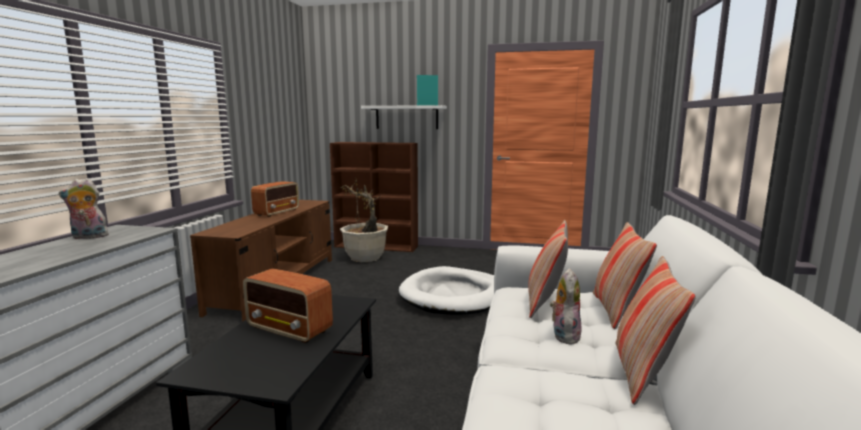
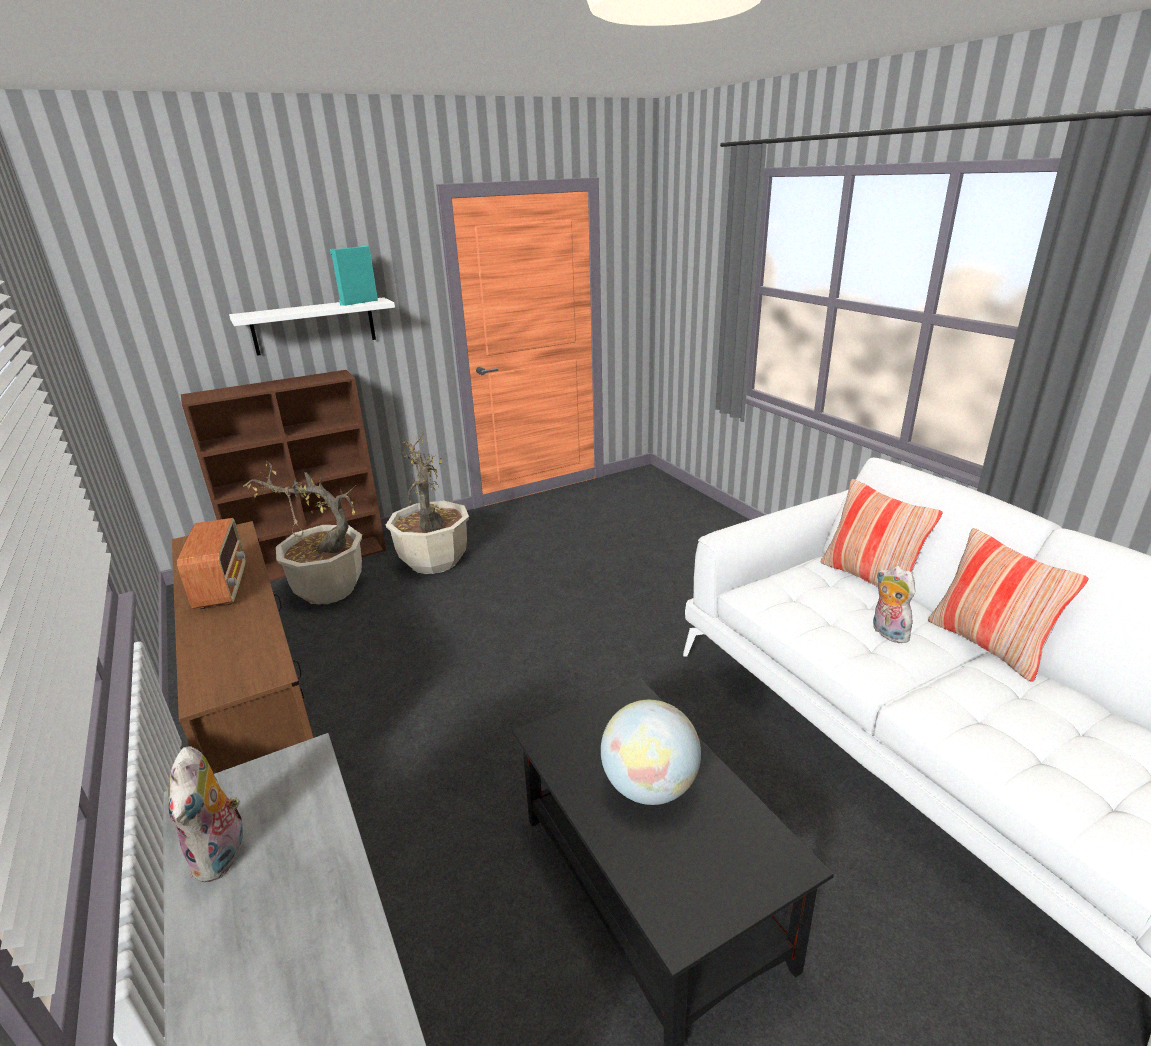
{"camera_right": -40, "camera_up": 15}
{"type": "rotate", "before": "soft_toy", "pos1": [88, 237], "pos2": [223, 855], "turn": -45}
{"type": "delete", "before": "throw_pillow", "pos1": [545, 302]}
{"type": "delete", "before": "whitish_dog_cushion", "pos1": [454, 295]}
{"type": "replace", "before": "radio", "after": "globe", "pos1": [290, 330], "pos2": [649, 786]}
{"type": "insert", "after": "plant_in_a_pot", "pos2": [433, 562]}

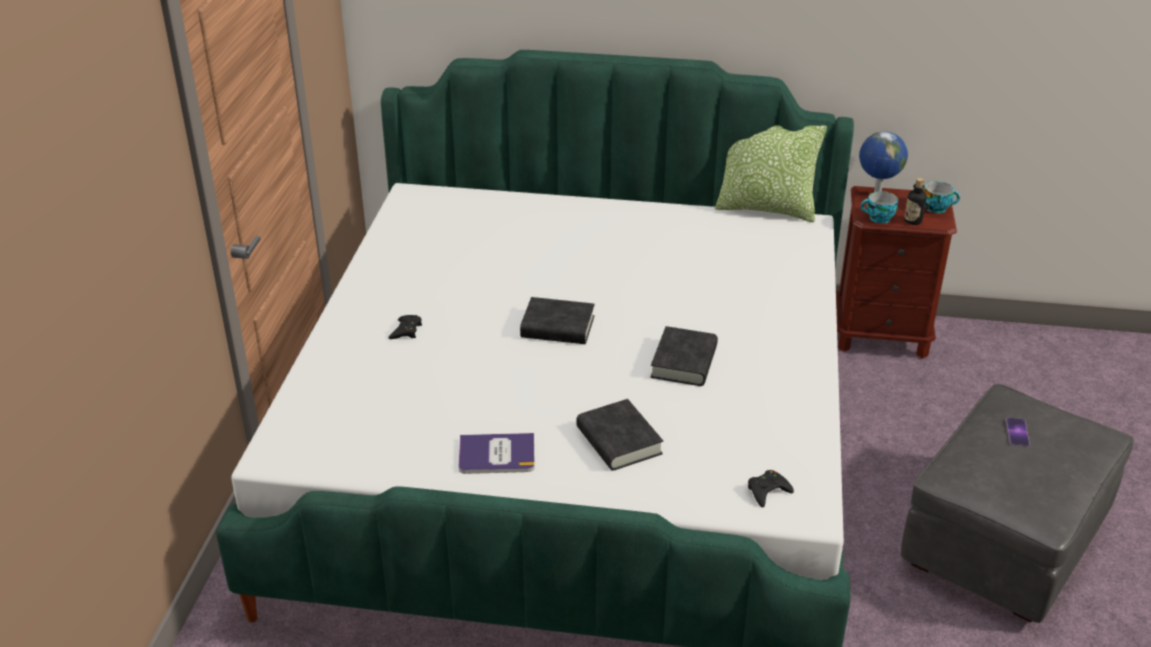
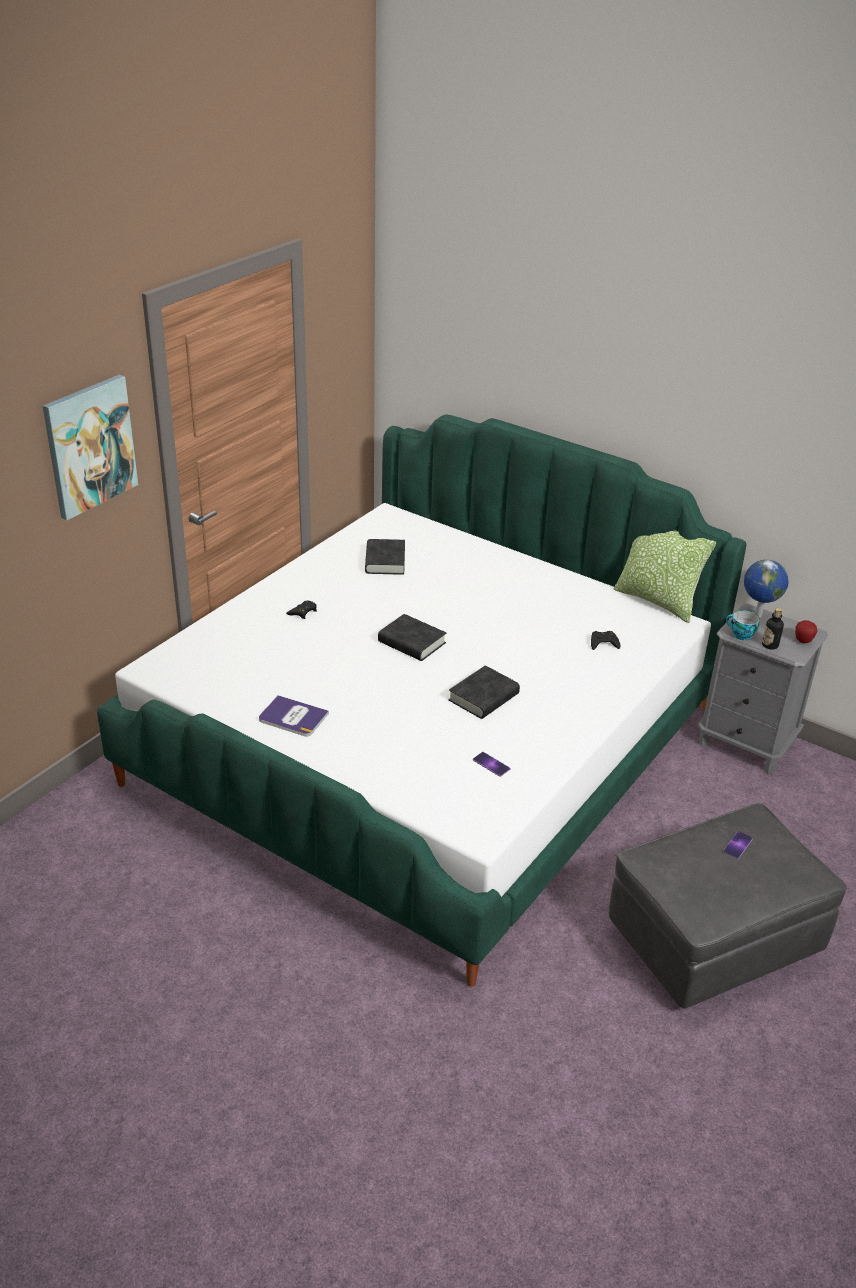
{"camera_right": 25, "camera_up": 0}
{"type": "replace", "before": "drinking_cup", "after": "apple_fruit", "pos1": [937, 208], "pos2": [803, 641]}
{"type": "recolor", "before": "brown-coloured_night_table", "after": "greyish_night_table", "pos1": [881, 335], "pos2": [746, 743]}
{"type": "move", "before": "black_volume", "pos1": [618, 441], "pos2": [385, 561]}
{"type": "move", "before": "black_joypad", "pos1": [767, 491], "pos2": [603, 643]}
{"type": "insert", "after": "picture", "pos2": [90, 446]}
{"type": "insert", "after": "handset", "pos2": [491, 764]}

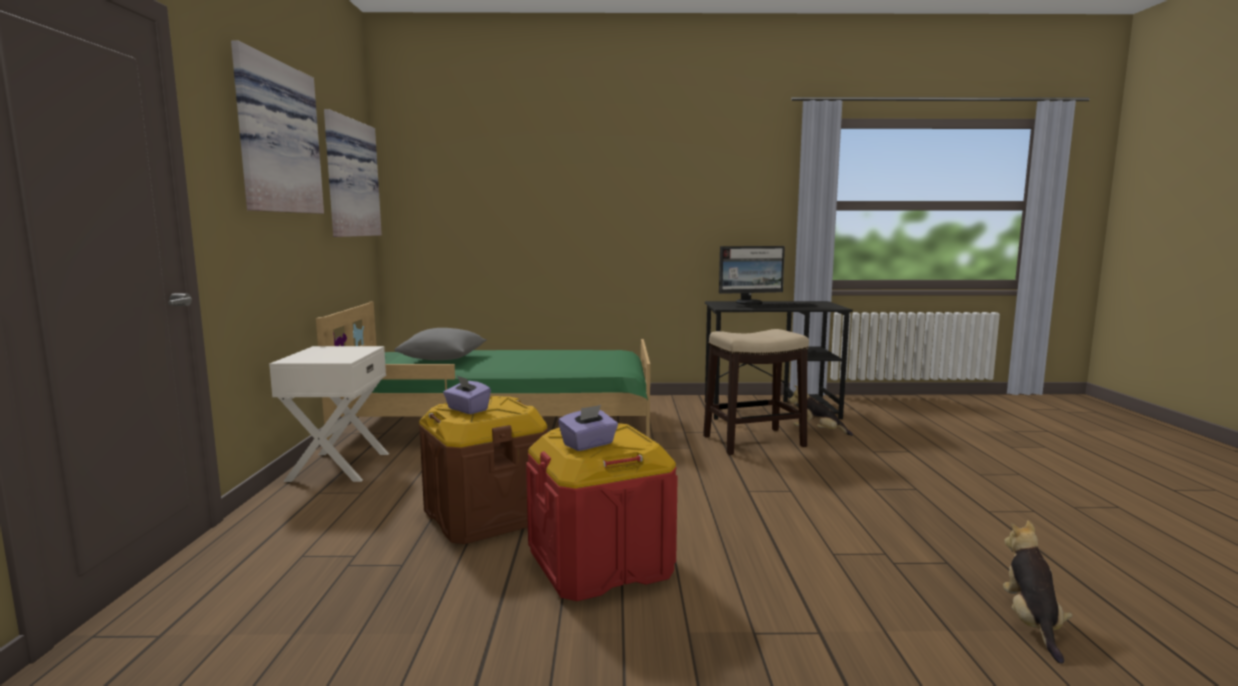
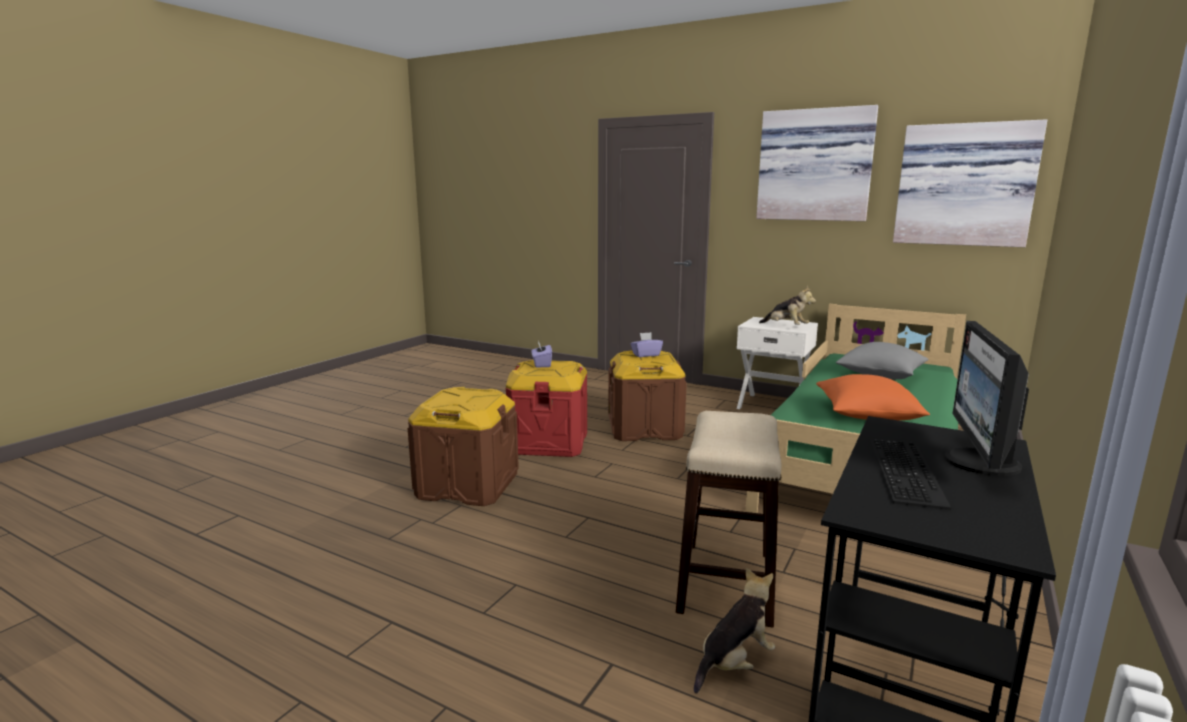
{"camera_right": 120, "camera_up": 5}
{"type": "move", "before": "soft_toy", "pos1": [1031, 623], "pos2": [786, 327]}
{"type": "insert", "after": "orange-coloured_throw_pillow", "pos2": [867, 416]}
{"type": "insert", "after": "brown-coloured_storage_box", "pos2": [467, 485]}

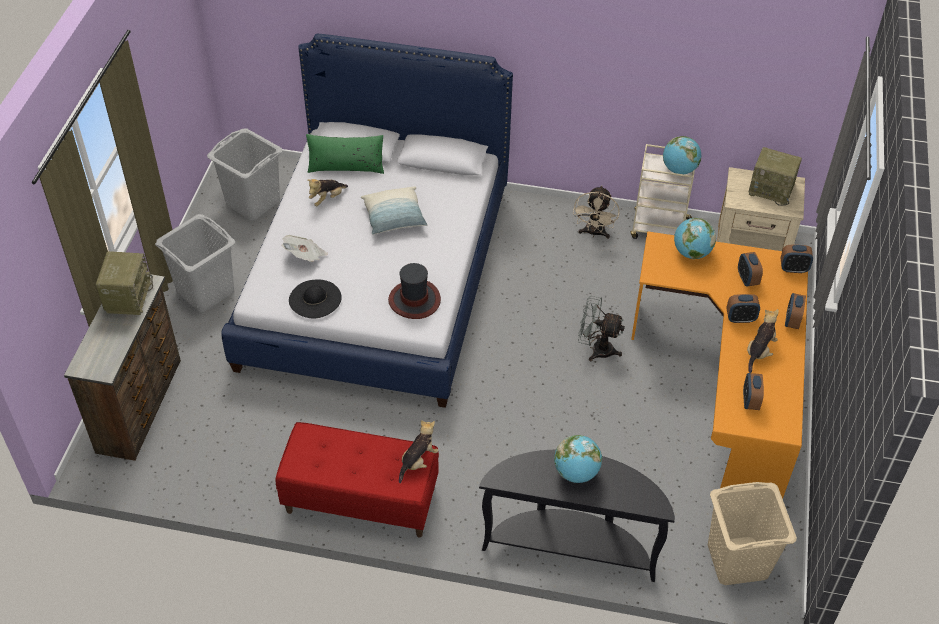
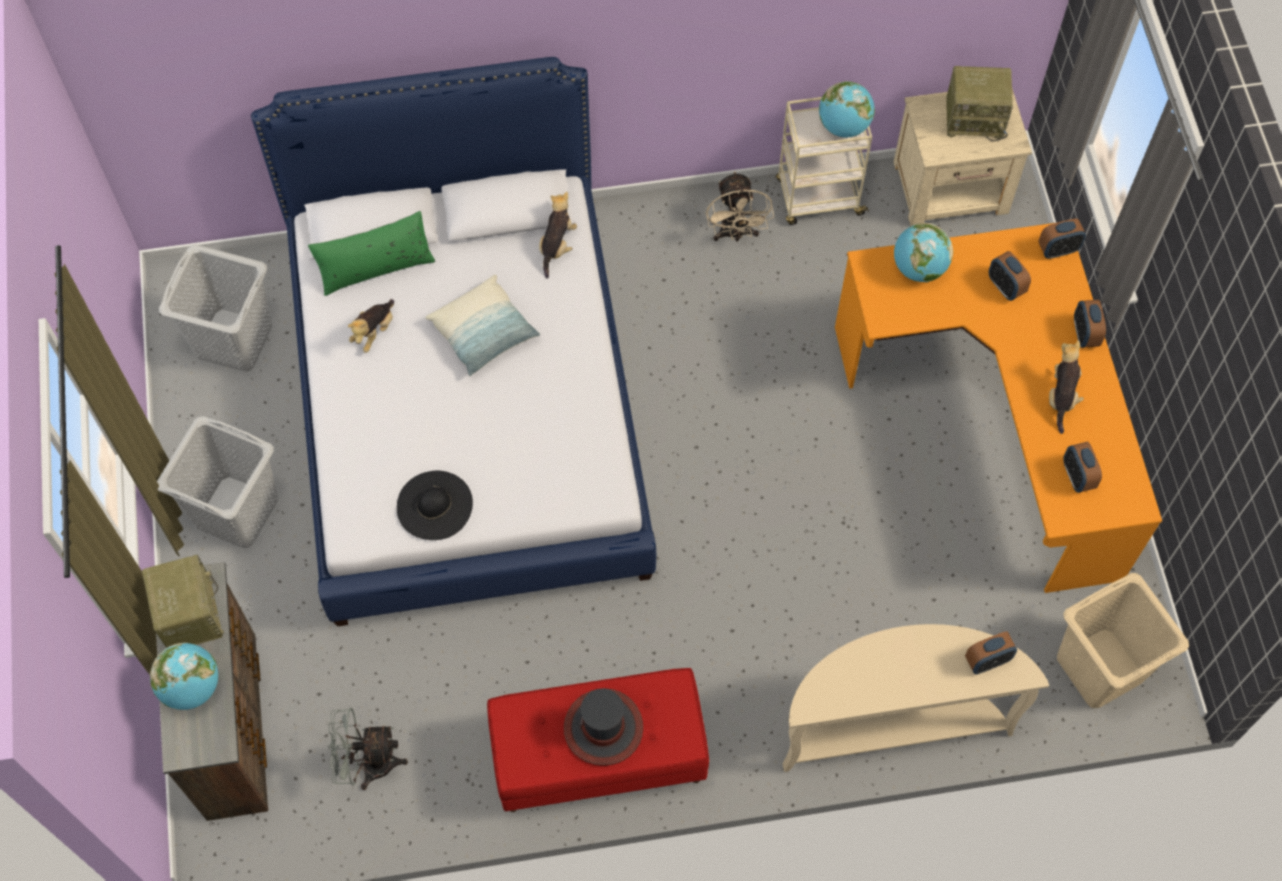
{"camera_right": -20, "camera_up": 15}
{"type": "delete", "before": "printed_paper", "pos1": [305, 256]}
{"type": "move", "before": "wearable_hat", "pos1": [414, 300], "pos2": [603, 728]}
{"type": "move", "before": "alarm_clock", "pos1": [740, 318], "pos2": [987, 661]}
{"type": "move", "before": "greyish_electric_fan", "pos1": [596, 349], "pos2": [368, 764]}
{"type": "move", "before": "soft_toy", "pos1": [418, 461], "pos2": [557, 246]}
{"type": "move", "before": "globe", "pos1": [576, 472], "pos2": [192, 687]}
{"type": "recolor", "before": "black_console_table", "after": "beige-coloured_console_table", "pos1": [571, 545], "pos2": [891, 723]}

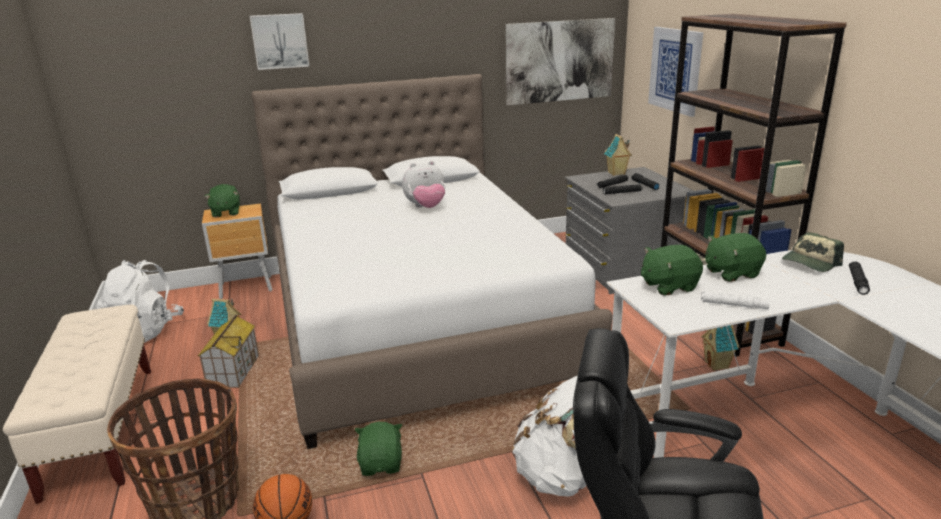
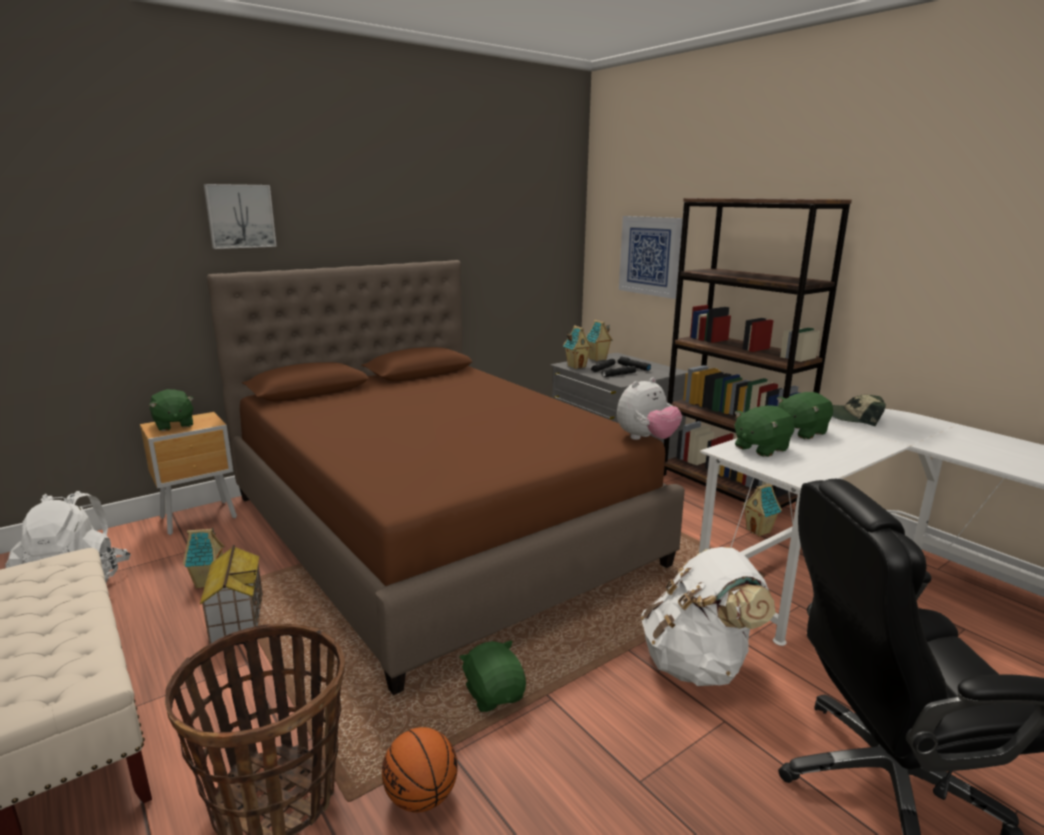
{"camera_right": -20, "camera_up": -5}
{"type": "delete", "before": "picture", "pos1": [560, 61]}
{"type": "recolor", "before": "whitish_sleeping_bed", "after": "brown-coloured_sleeping_bed", "pos1": [417, 321], "pos2": [437, 529]}
{"type": "move", "before": "soft_toy", "pos1": [426, 207], "pos2": [646, 439]}
{"type": "rotate", "before": "baseball_cap", "pos1": [810, 263], "pos2": [853, 417], "turn": 75}
{"type": "delete", "before": "black_flashlight", "pos1": [857, 282]}
{"type": "delete", "before": "whitish_flashlight", "pos1": [733, 305]}
{"type": "insert", "after": "miniature_house", "pos2": [576, 366]}

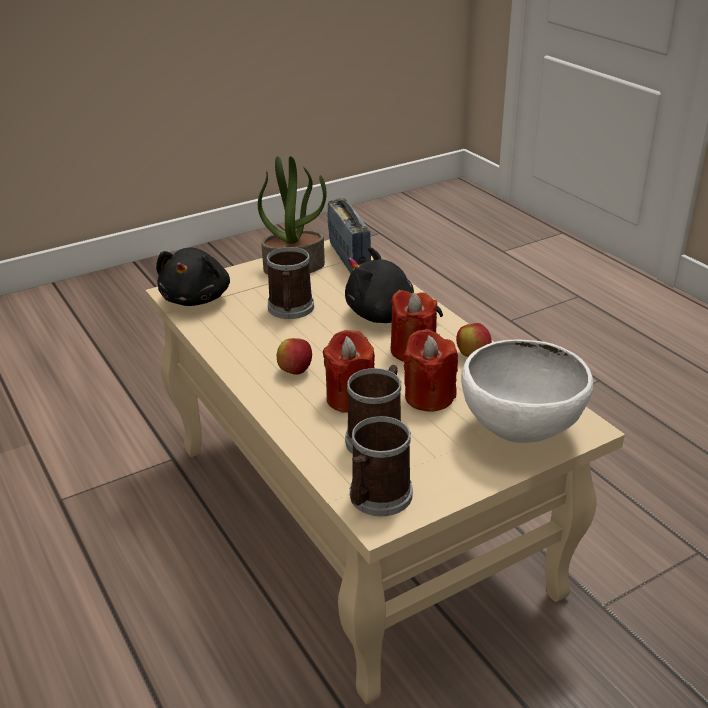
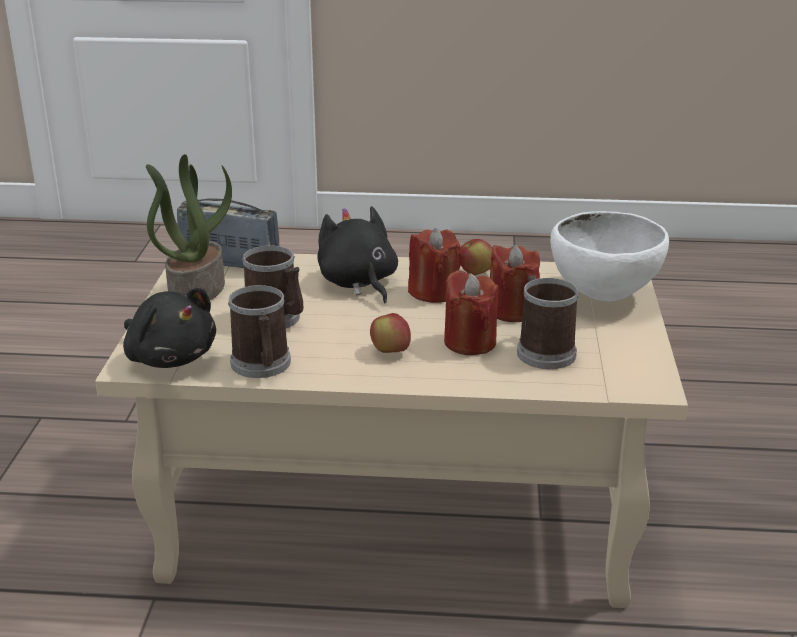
{"camera_right": -55, "camera_up": -5}
{"type": "rotate", "before": "black_soft_toy", "pos1": [385, 315], "pos2": [358, 283], "turn": 105}
{"type": "move", "before": "coffee_mug", "pos1": [376, 498], "pos2": [262, 366]}

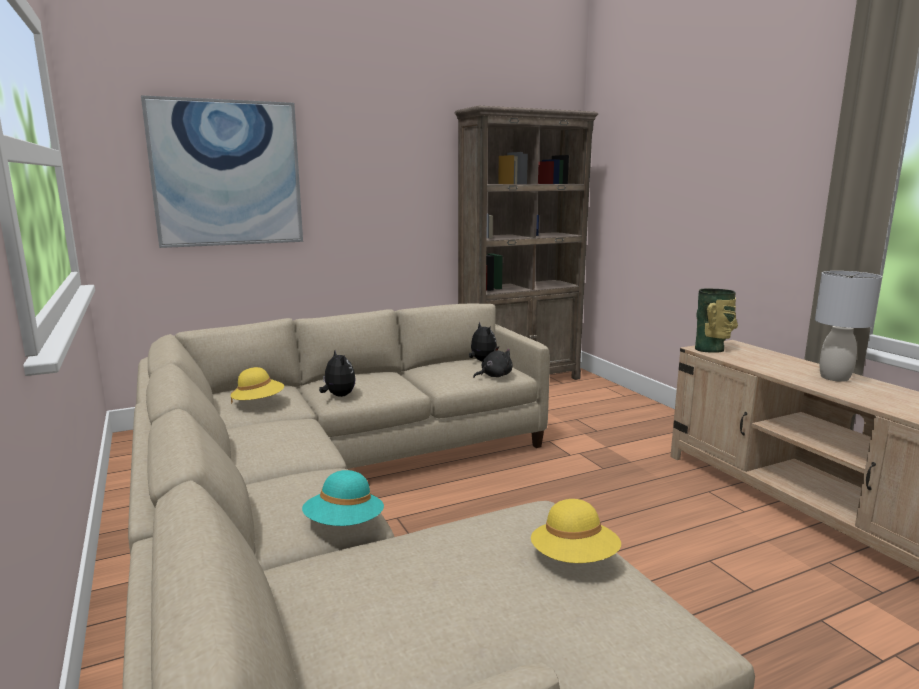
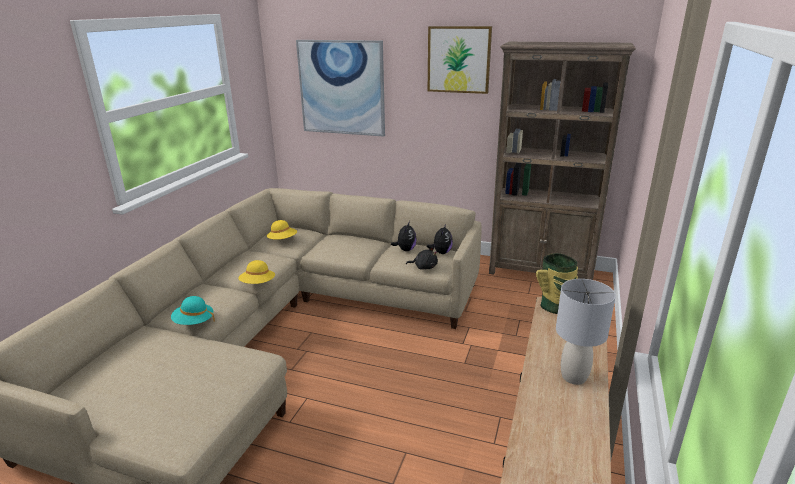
{"camera_right": 45, "camera_up": 10}
{"type": "move", "before": "soft_toy", "pos1": [338, 396], "pos2": [405, 250]}
{"type": "move", "before": "yellow-coloured_wearable_hat", "pos1": [574, 559], "pos2": [258, 284]}
{"type": "insert", "after": "picture", "pos2": [459, 59]}

